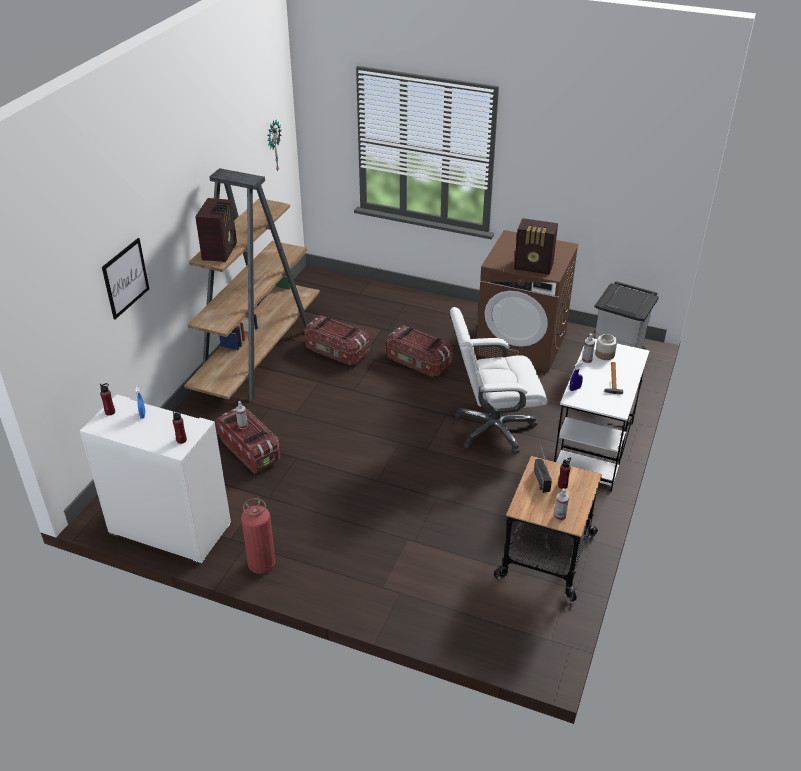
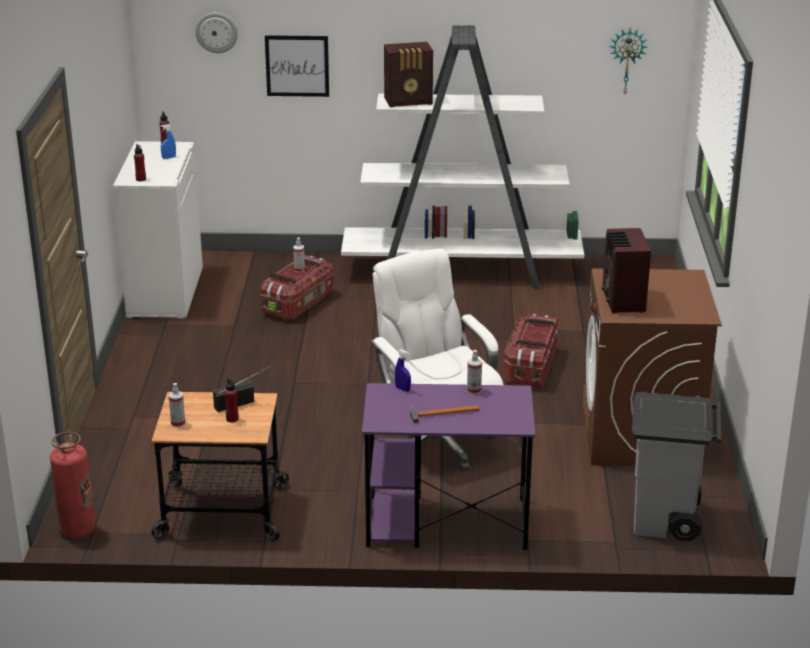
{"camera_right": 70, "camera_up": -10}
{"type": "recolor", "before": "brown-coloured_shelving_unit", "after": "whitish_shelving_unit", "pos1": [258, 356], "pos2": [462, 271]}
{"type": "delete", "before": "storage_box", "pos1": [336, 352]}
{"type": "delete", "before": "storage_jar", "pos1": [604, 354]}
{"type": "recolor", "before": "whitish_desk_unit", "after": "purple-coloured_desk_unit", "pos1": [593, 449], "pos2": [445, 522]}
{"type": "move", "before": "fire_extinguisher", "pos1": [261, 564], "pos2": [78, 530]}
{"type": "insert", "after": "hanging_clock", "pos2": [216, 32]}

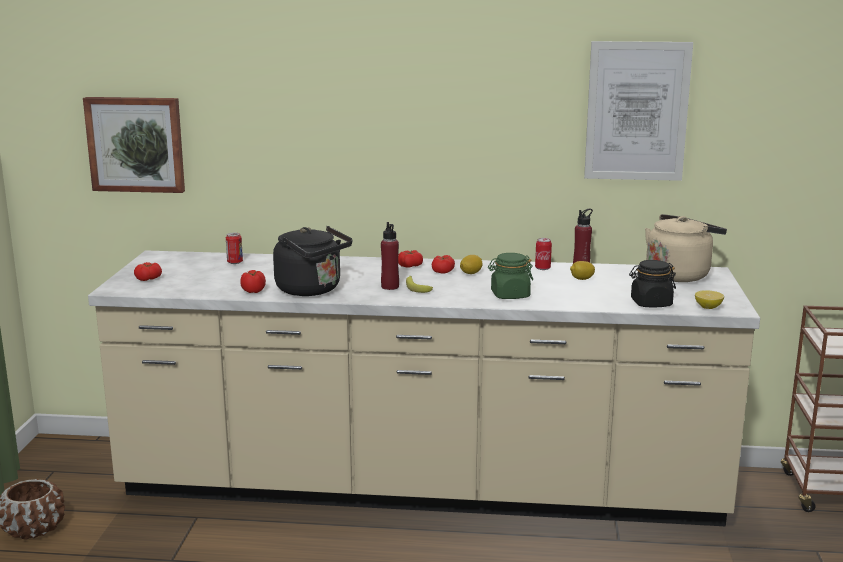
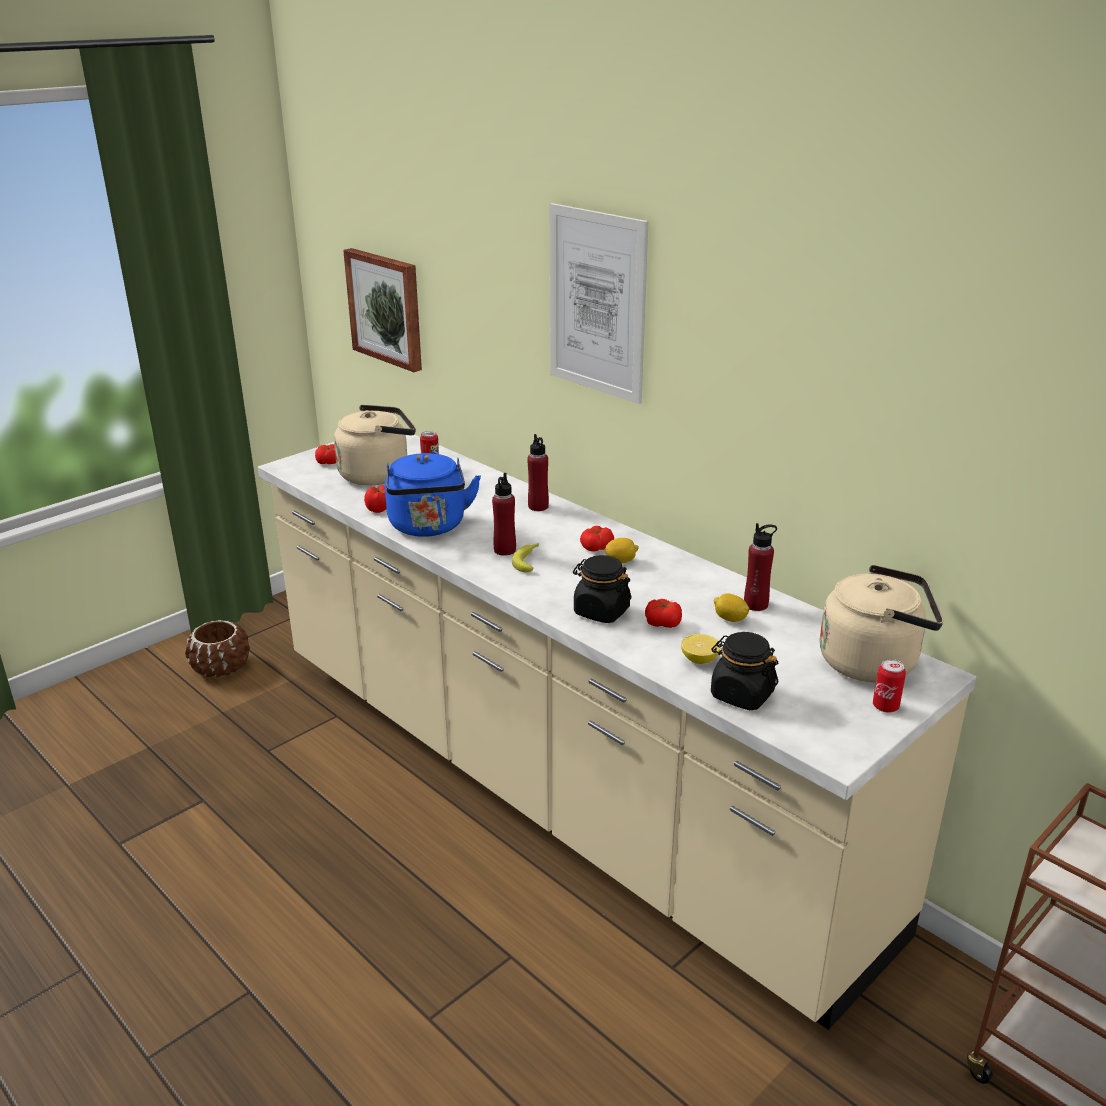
{"camera_right": 40, "camera_up": 10}
{"type": "move", "before": "picture", "pos1": [637, 111], "pos2": [597, 303]}
{"type": "recolor", "before": "black_water_kettle", "after": "blue_water_kettle", "pos1": [312, 290], "pos2": [428, 527]}
{"type": "move", "before": "metal_can", "pos1": [542, 268], "pos2": [885, 706]}
{"type": "move", "before": "tomato", "pos1": [410, 266], "pos2": [662, 622]}
{"type": "recolor", "before": "green-coloured_storage_jar", "after": "black_storage_jar", "pos1": [510, 295], "pos2": [601, 611]}
{"type": "move", "before": "whole_lemon", "pos1": [708, 307], "pos2": [699, 660]}
{"type": "insert", "after": "beige-coloured_water_kettle", "pos2": [378, 474]}
{"type": "insert", "after": "red-coloured_bottle", "pos2": [538, 506]}

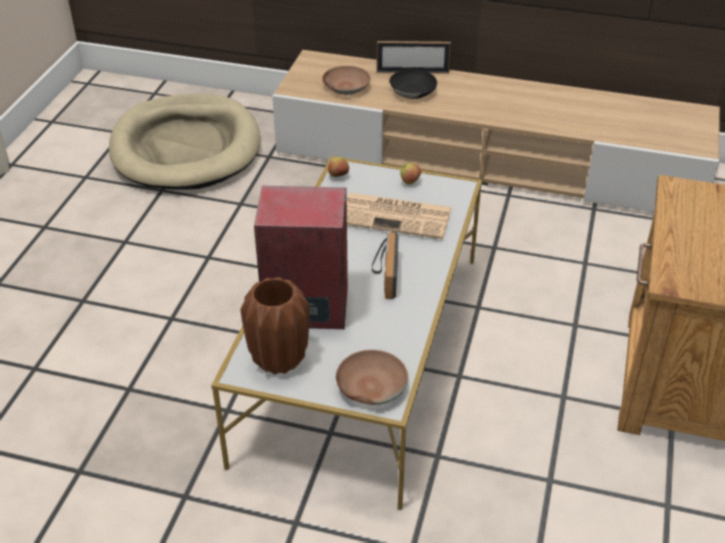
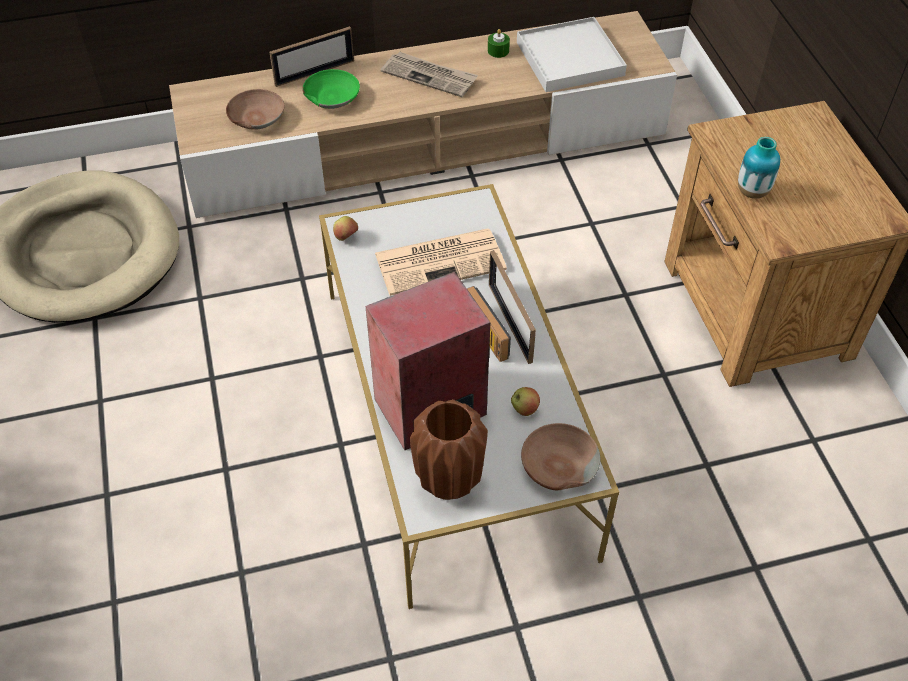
{"camera_right": -30, "camera_up": 10}
{"type": "recolor", "before": "black_serving_bowl", "after": "green-coloured_serving_bowl", "pos1": [412, 90], "pos2": [331, 97]}
{"type": "move", "before": "apple_fruit", "pos1": [410, 182], "pos2": [524, 409]}
{"type": "insert", "after": "whitish_carrying_tray", "pos2": [570, 59]}
{"type": "insert", "after": "green-coloured_wax_light", "pos2": [498, 51]}
{"type": "insert", "after": "printed_paper", "pos2": [430, 76]}
{"type": "insert", "after": "vase", "pos2": [752, 192]}
{"type": "insert", "after": "picture_frame", "pos2": [510, 322]}

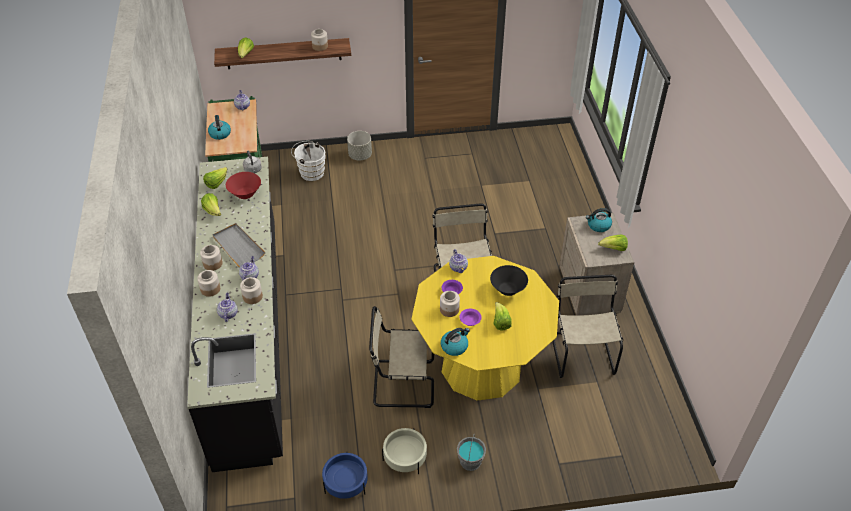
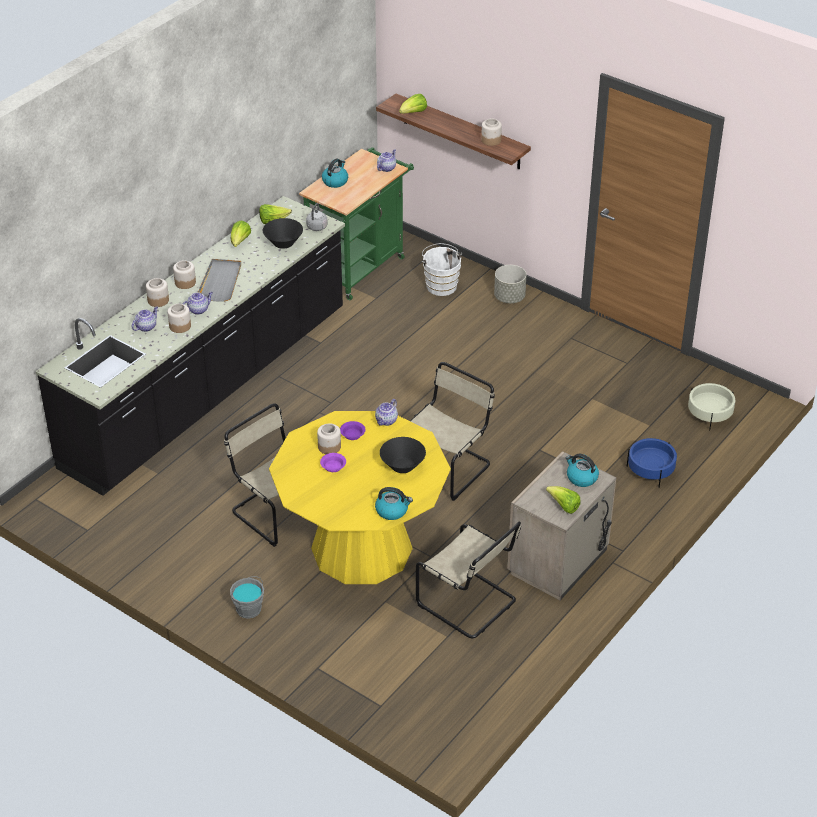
{"camera_right": 45, "camera_up": -5}
{"type": "recolor", "before": "red-coloured_serving_bowl", "after": "black_serving_bowl", "pos1": [245, 194], "pos2": [283, 243]}
{"type": "rotate", "before": "beige-coloured_chair", "pos1": [581, 352], "pos2": [469, 604], "turn": 90}
{"type": "delete", "before": "lettuce", "pos1": [500, 322]}
{"type": "move", "before": "water_kettle", "pos1": [454, 346], "pos2": [392, 511]}
{"type": "move", "before": "beige-coloured_plant_pot", "pos1": [405, 458], "pos2": [709, 415]}
{"type": "move", "before": "blue_plant_pot", "pos1": [346, 483], "pos2": [650, 471]}

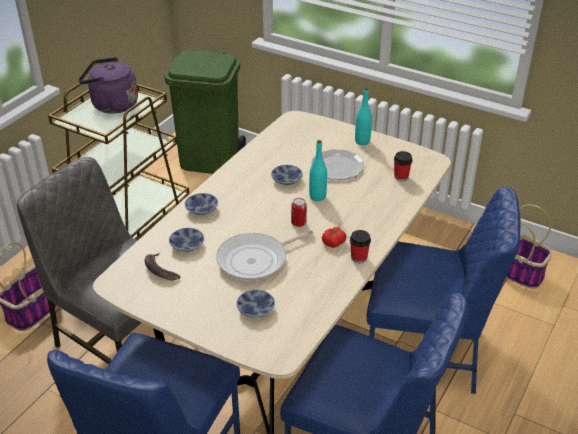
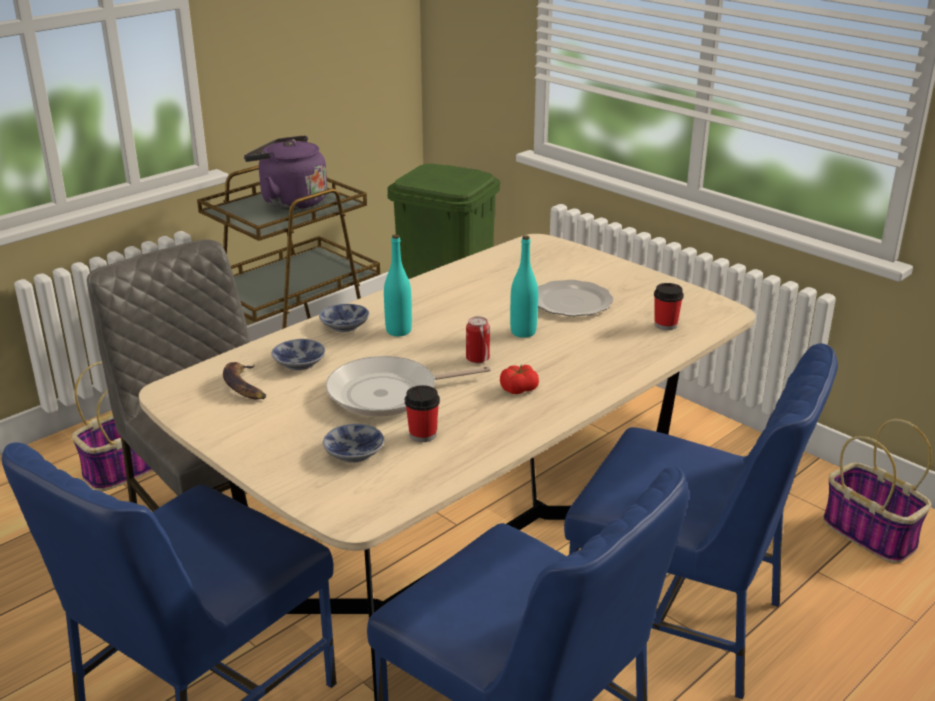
{"camera_right": 15, "camera_up": -10}
{"type": "move", "before": "turquoise-coloured_bottle", "pos1": [362, 141], "pos2": [398, 331]}
{"type": "delete", "before": "serving_bowl", "pos1": [287, 180]}
{"type": "move", "before": "drinking_cup", "pos1": [359, 258], "pos2": [423, 435]}

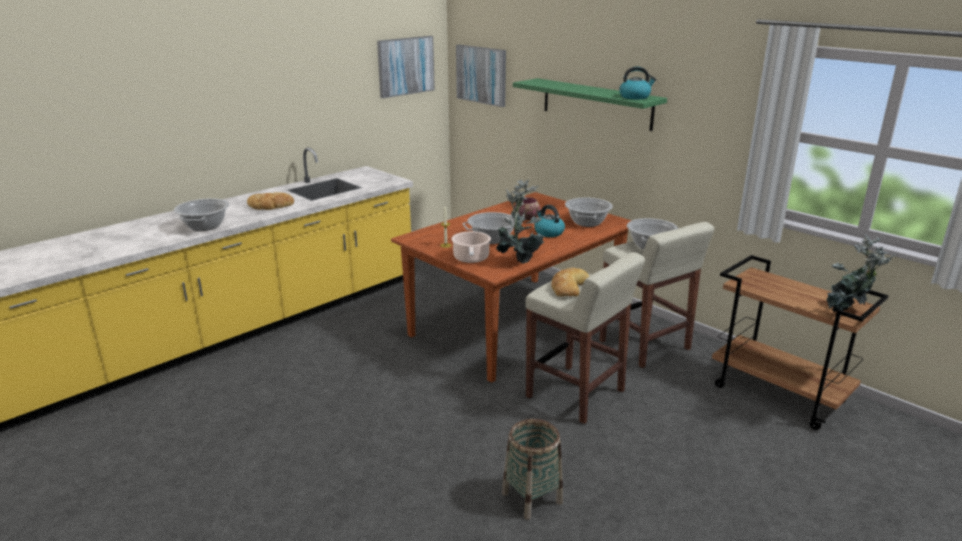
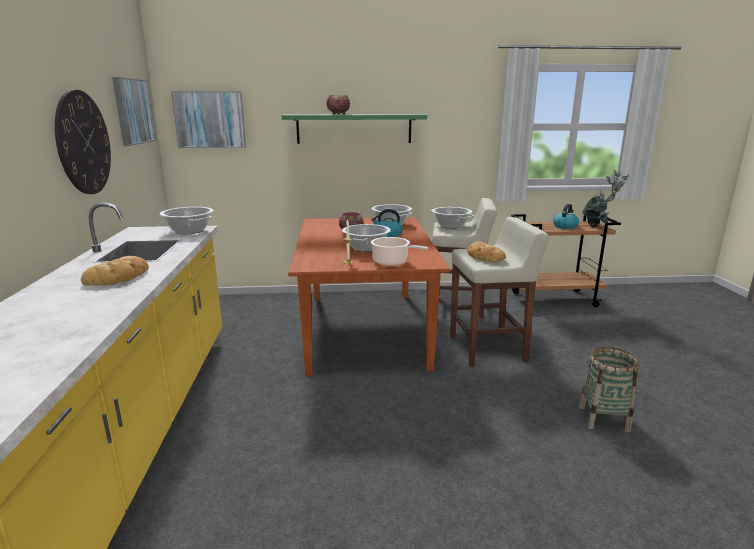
{"camera_right": -50, "camera_up": -5}
{"type": "move", "before": "water_kettle", "pos1": [635, 97], "pos2": [565, 226]}
{"type": "delete", "before": "plant_in_a_pot", "pos1": [519, 259]}
{"type": "move", "before": "stockpot", "pos1": [205, 226], "pos2": [189, 231]}
{"type": "insert", "after": "hanging_clock", "pos2": [83, 143]}
{"type": "insert", "after": "serving_bowl", "pos2": [338, 114]}

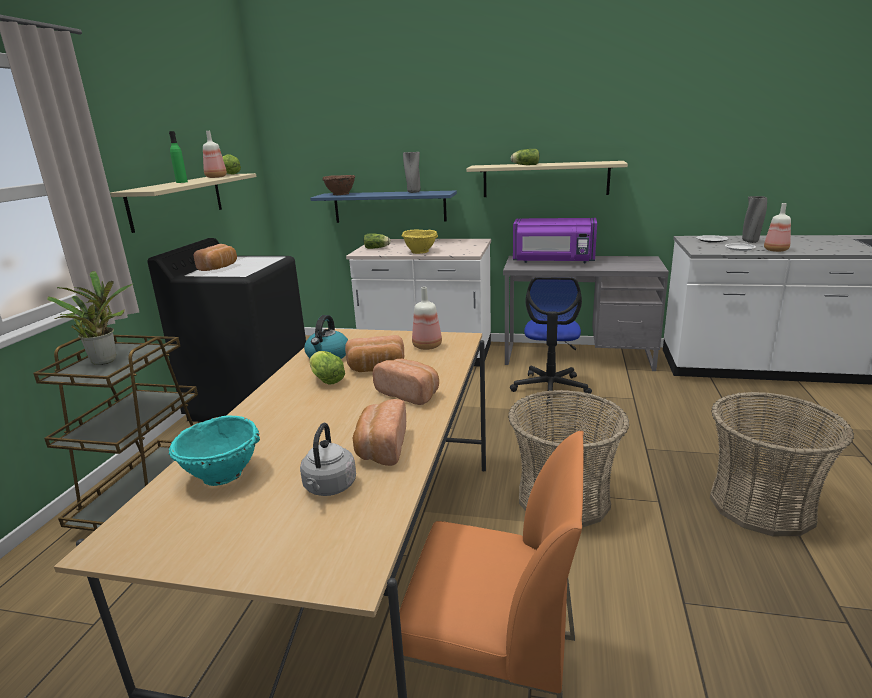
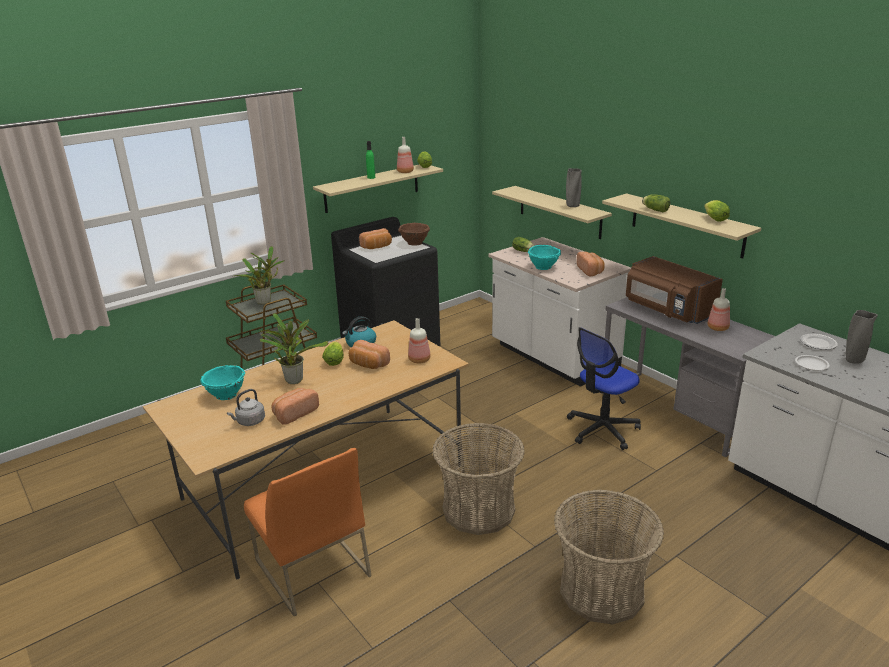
{"camera_right": 40, "camera_up": 5}
{"type": "move", "before": "brown-coloured_serving_bowl", "pos1": [340, 194], "pos2": [414, 243]}
{"type": "recolor", "before": "blue_bracket_shelf", "after": "beige-coloured_bracket_shelf", "pos1": [389, 207], "pos2": [559, 212]}
{"type": "move", "before": "bottle", "pos1": [775, 250], "pos2": [718, 328]}
{"type": "recolor", "before": "purple-coloured_microwave", "after": "brown-coloured_microwave", "pos1": [553, 261], "pos2": [667, 310]}
{"type": "recolor", "before": "yellow-coloured_serving_bowl", "after": "turquoise-coloured_serving_bowl", "pos1": [420, 252], "pos2": [544, 267]}
{"type": "move", "before": "bakery_bread", "pos1": [409, 394], "pos2": [590, 271]}
{"type": "insert", "after": "lettuce", "pos2": [713, 219]}
{"type": "insert", "after": "plant_in_a_pot", "pos2": [293, 379]}

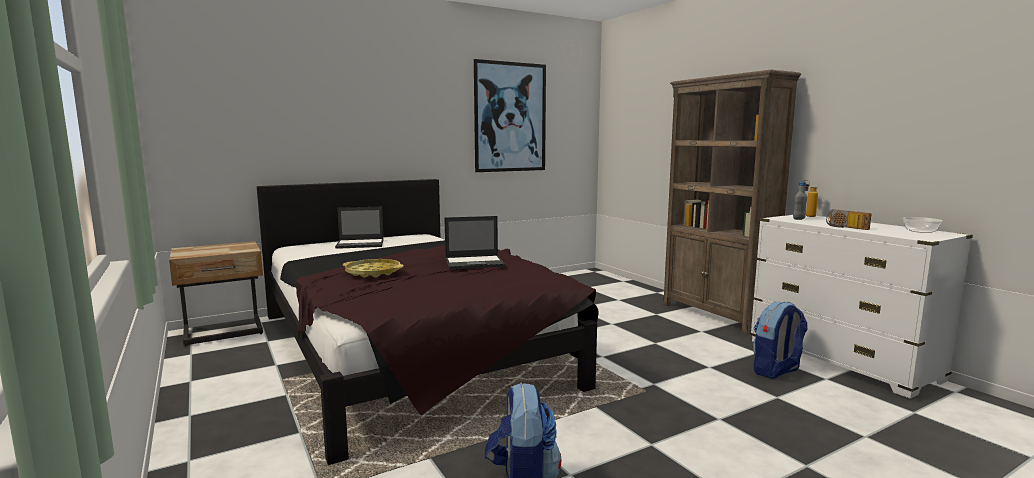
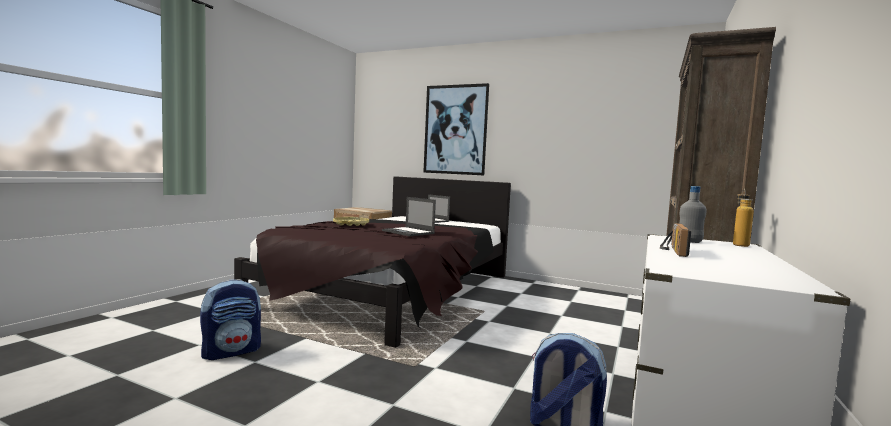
{"camera_right": 55, "camera_up": -5}
{"type": "move", "before": "picture", "pos1": [510, 117], "pos2": [455, 130]}
{"type": "delete", "before": "serving_bowl", "pos1": [920, 231]}

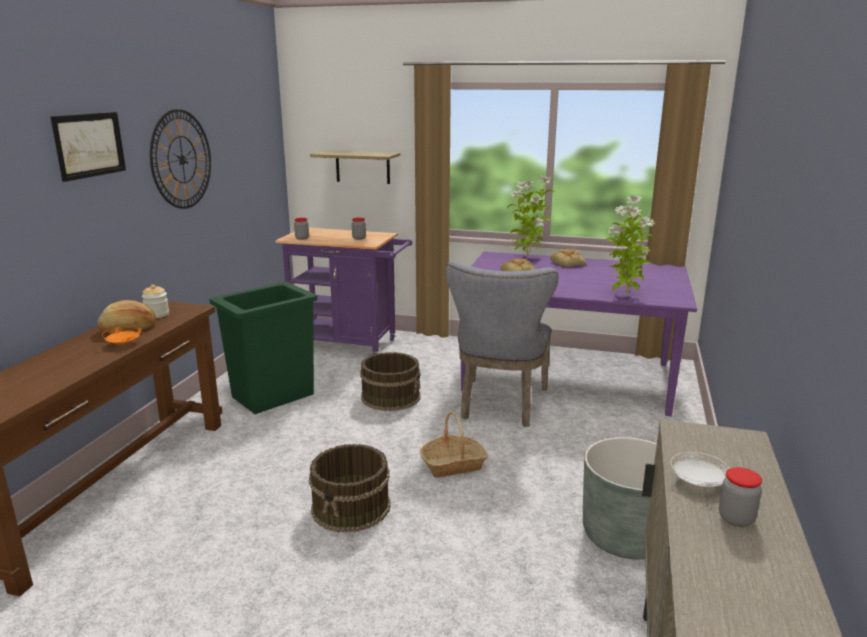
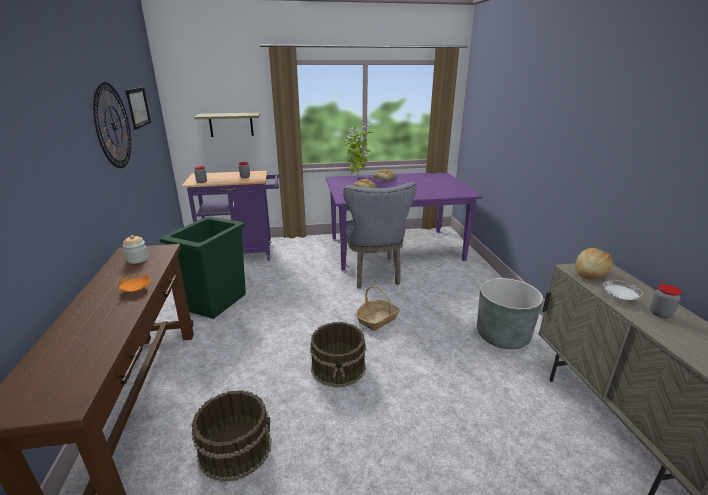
{"camera_right": -25, "camera_up": 5}
{"type": "move", "before": "picture", "pos1": [89, 145], "pos2": [138, 107]}
{"type": "delete", "before": "plant_in_a_pot", "pos1": [625, 296]}
{"type": "move", "before": "bakery_bread", "pos1": [128, 329], "pos2": [589, 272]}
{"type": "move", "before": "brown-coloured_pail", "pos1": [391, 397], "pos2": [235, 448]}

